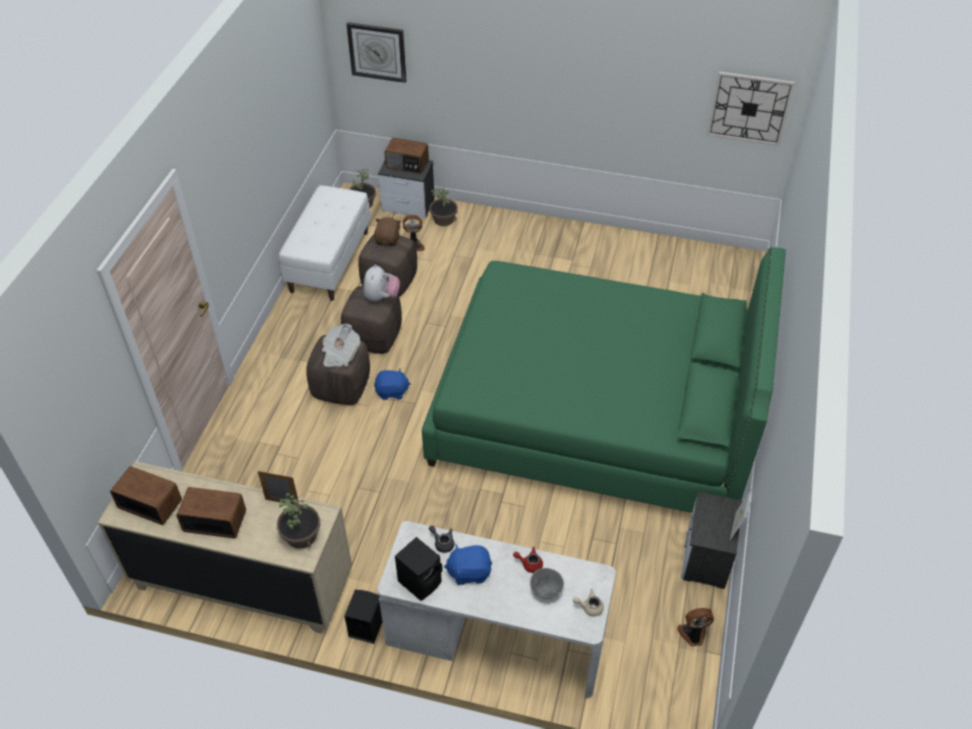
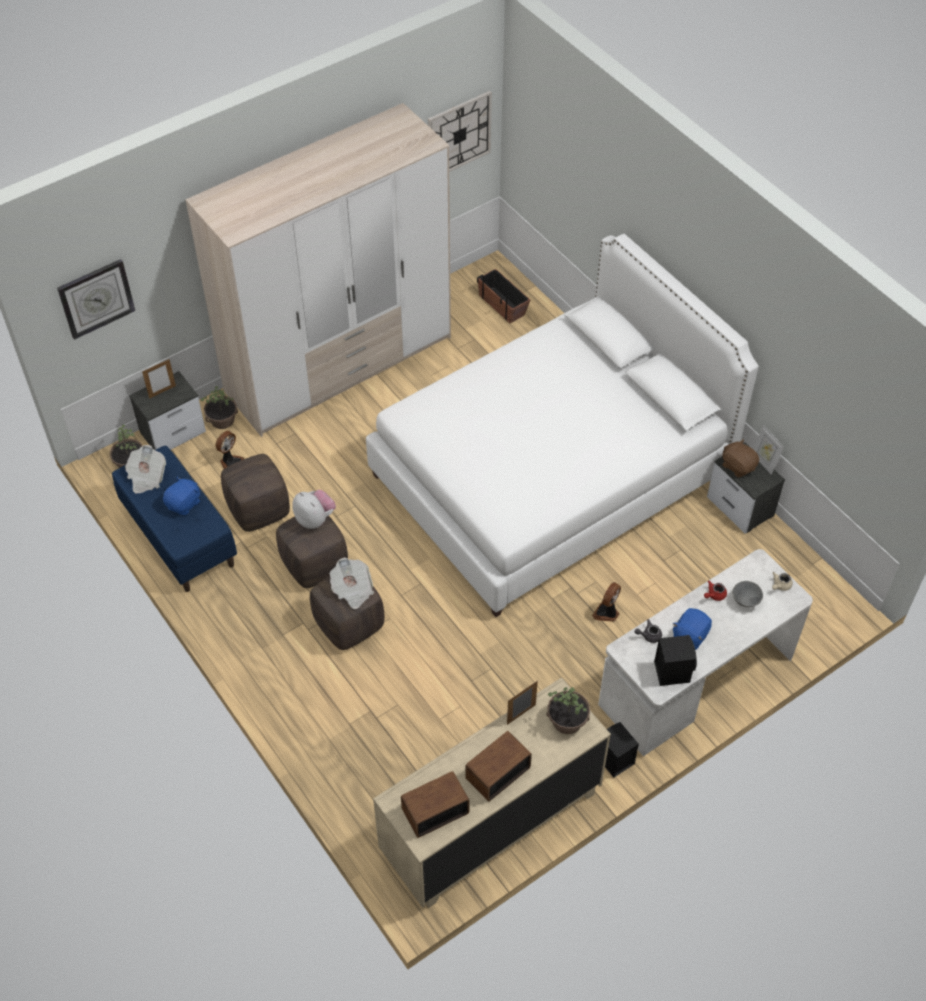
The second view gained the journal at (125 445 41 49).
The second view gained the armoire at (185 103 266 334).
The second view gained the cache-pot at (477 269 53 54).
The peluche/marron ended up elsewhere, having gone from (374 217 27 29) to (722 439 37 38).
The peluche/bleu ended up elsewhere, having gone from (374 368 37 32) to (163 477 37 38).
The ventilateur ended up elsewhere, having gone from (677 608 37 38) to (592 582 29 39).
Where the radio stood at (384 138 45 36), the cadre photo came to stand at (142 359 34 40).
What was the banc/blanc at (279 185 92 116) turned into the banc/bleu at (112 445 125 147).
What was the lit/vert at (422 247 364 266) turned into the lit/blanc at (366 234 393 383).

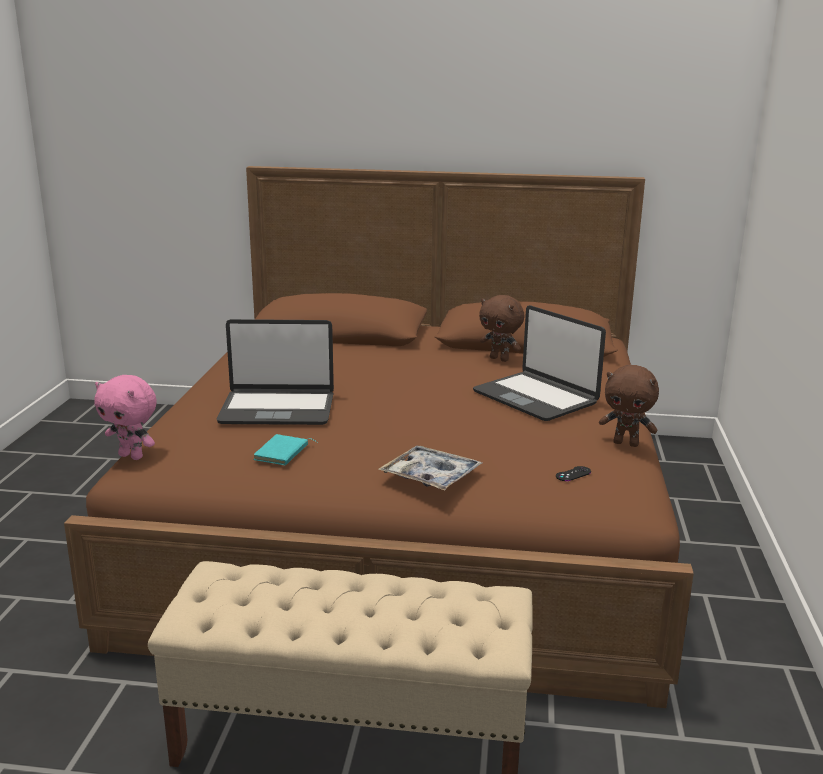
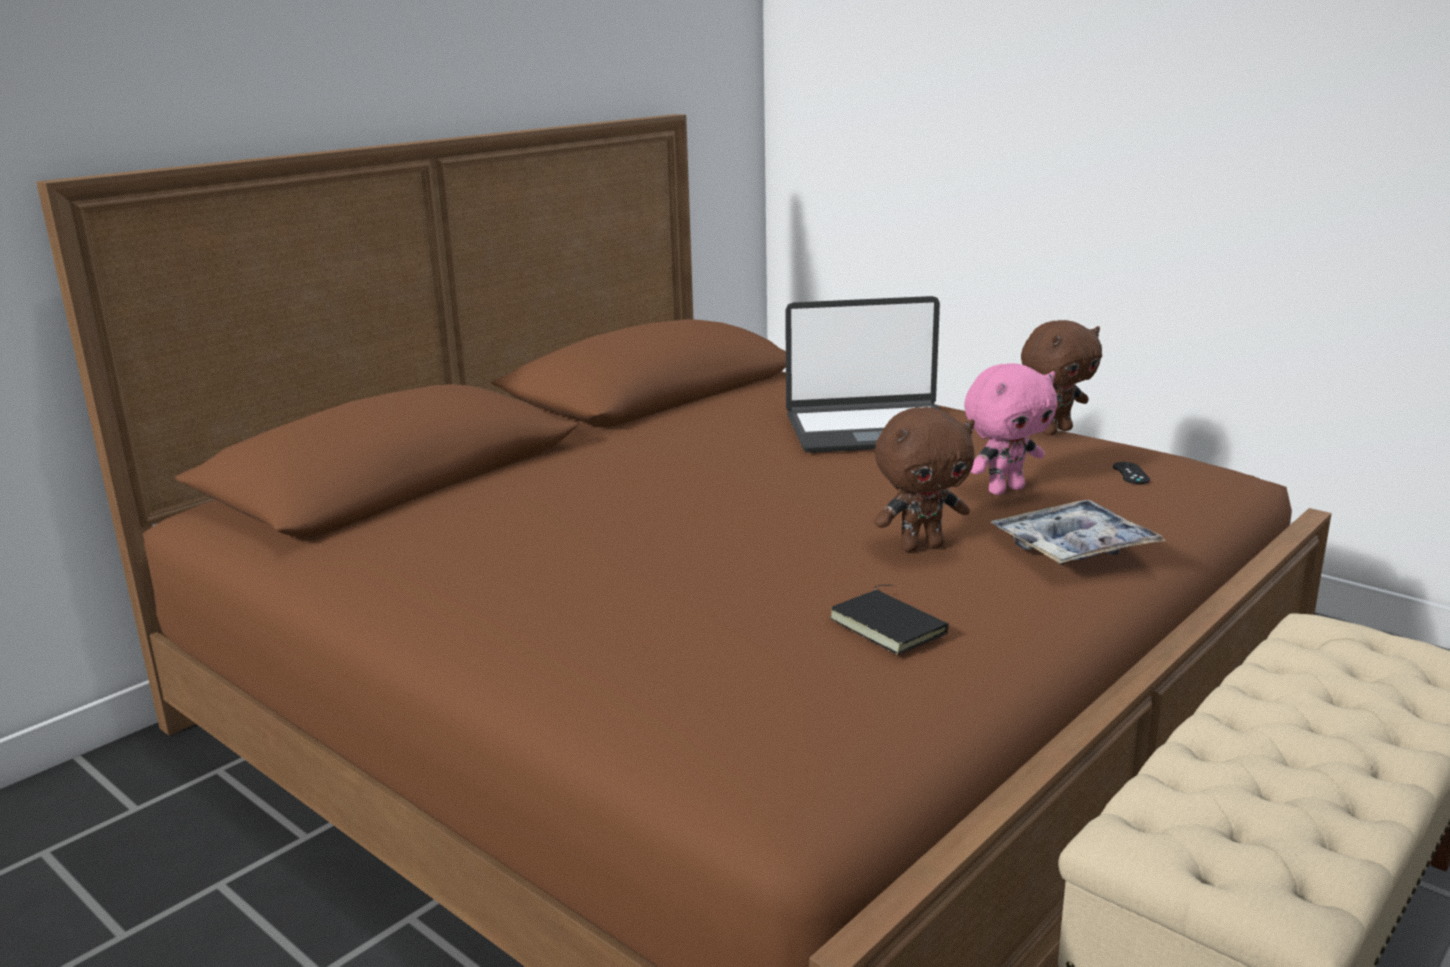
The second view lost the ordinateur portable at (217 319 117 106).
The peluche/rose ended up elsewhere, having gone from (94 375 63 85) to (964 363 93 132).
The peluche/marron ended up elsewhere, having gone from (479 295 45 67) to (874 407 101 145).
What was the livre/turquoise at (253 434 65 32) turned into the livre/noir at (829 585 120 70).

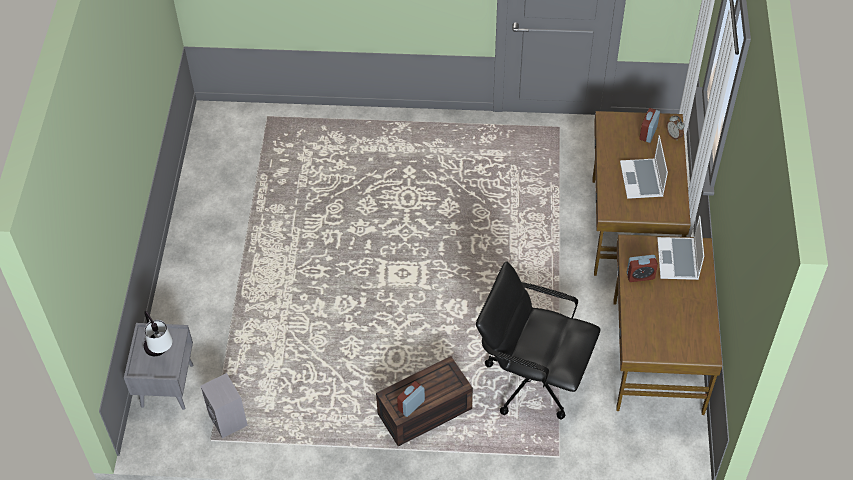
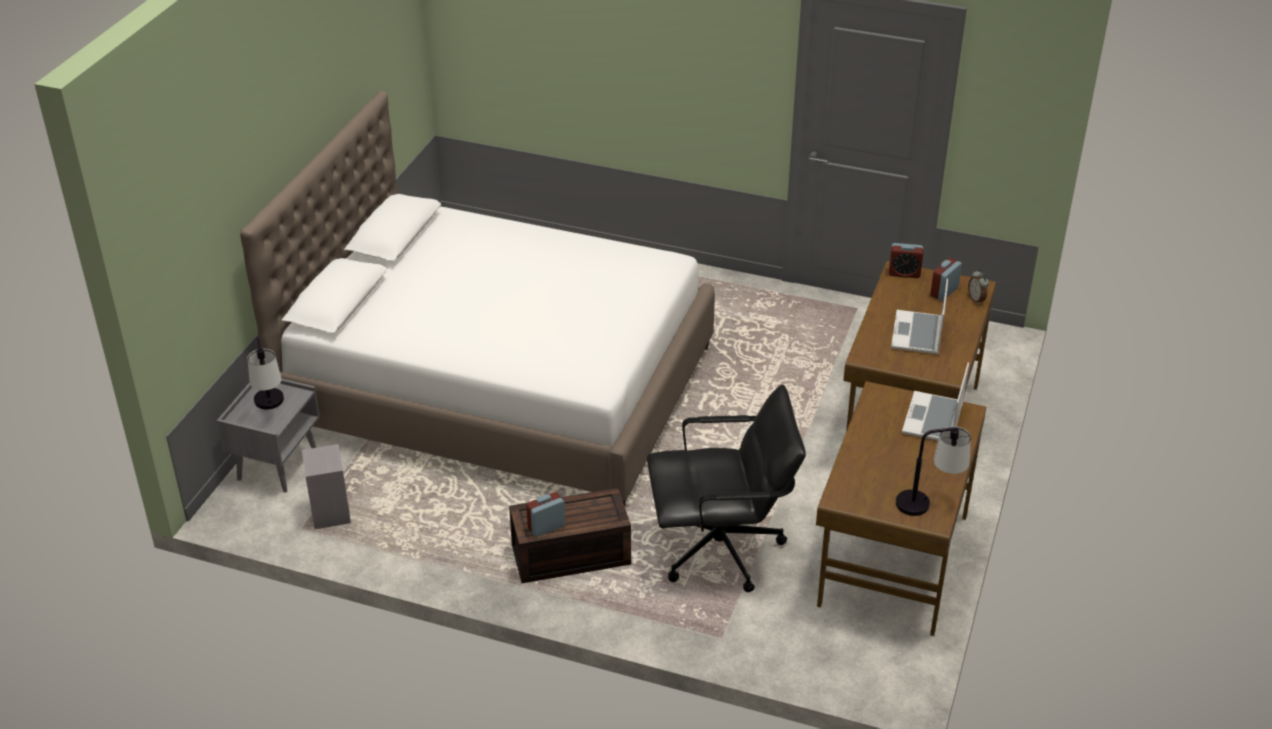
The second view gained the lit/blanc at (240 91 475 415).
The second view gained the lampe de table at (896 426 75 90).
The réveil ended up elsewhere, having gone from (627 255 31 27) to (889 243 34 35).
The chaise de bureau/noir at (476 262 124 158) ended up facing another way, 135 degrees clockwise from before.

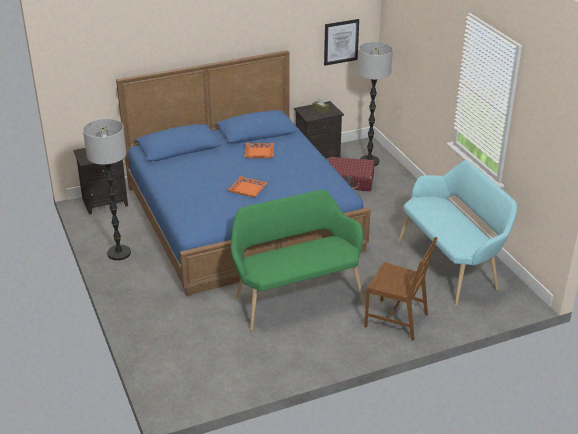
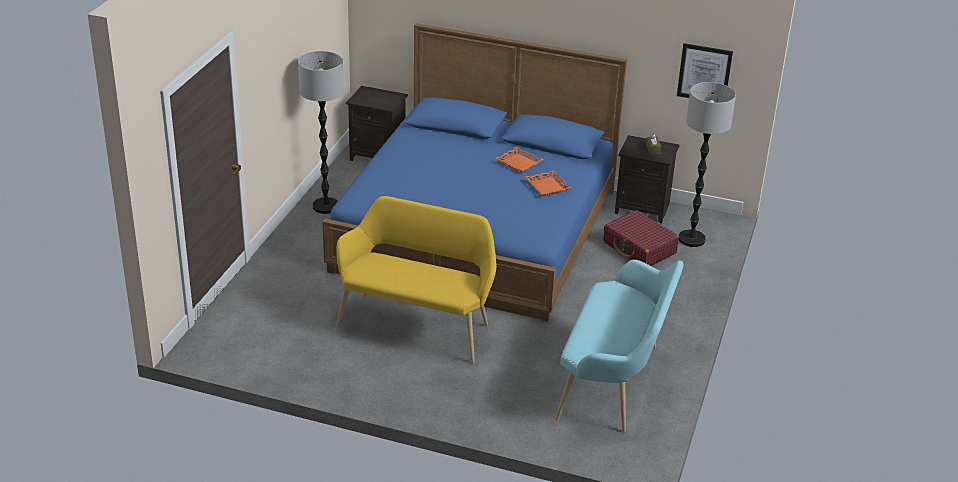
The second view lost the chaise/marron at (364 237 74 104).
The plateau/orange ended up elsewhere, having gone from (228 176 40 21) to (525 170 46 26).
What was the banc/vert at (231 190 133 141) turned into the banc/jaune at (335 196 161 167).

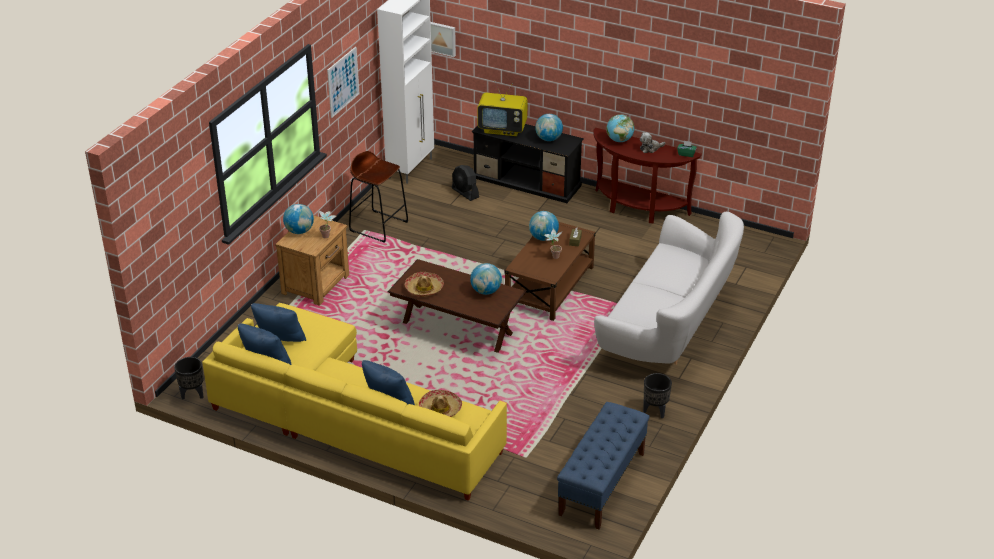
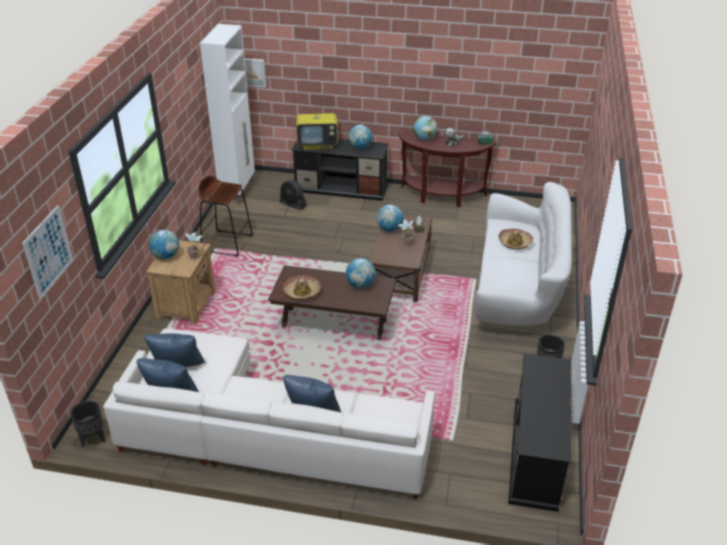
The tableau ended up elsewhere, having gone from (327 47 33 71) to (22 205 51 95).
The chapeau ended up elsewhere, having gone from (419 390 43 27) to (498 229 35 20).
Where the banc/bleu stood at (557 402 93 128), the meuble télé/noir came to stand at (508 354 63 158).
What was the canapé/jaune at (202 303 305 198) turned into the canapé/blanc at (103 329 332 171).

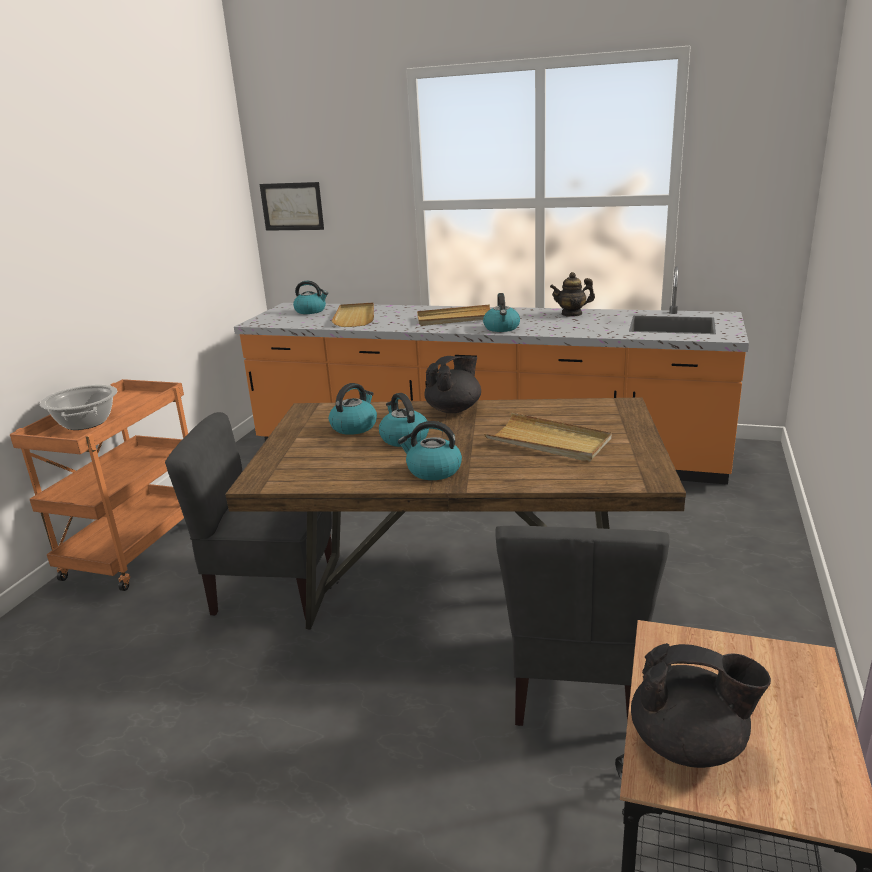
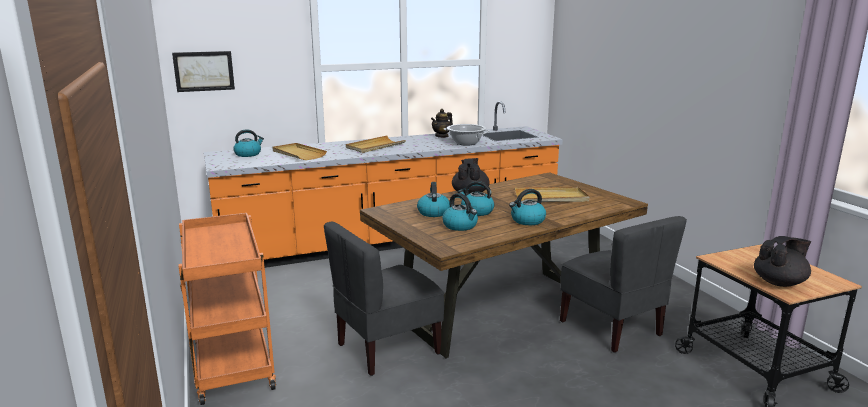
The marmite ended up elsewhere, having gone from (40 385 77 45) to (443 124 47 21).
The bouilloire ended up elsewhere, having gone from (483 293 37 39) to (442 193 36 38).

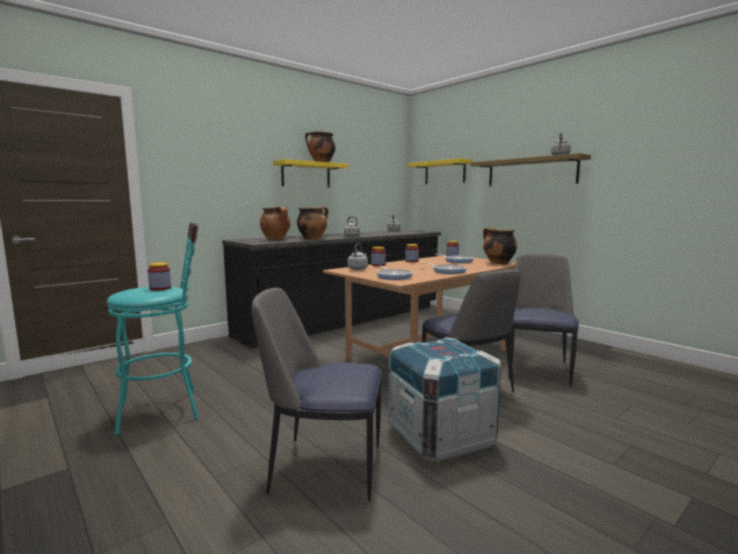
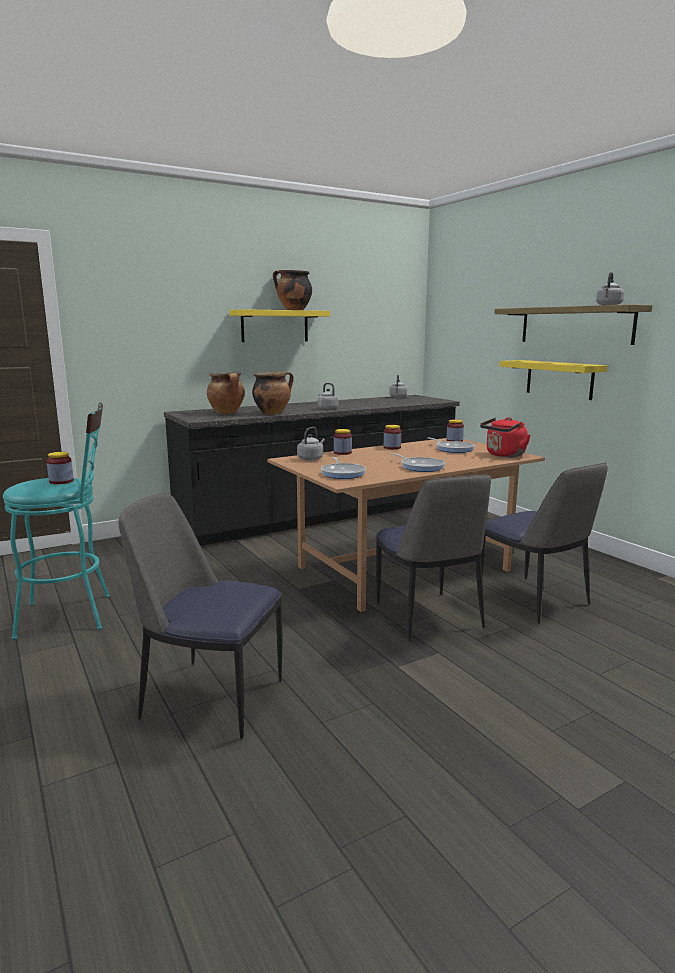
The second view lost the caisse at (389 337 112 125).
The étagère/jaune ended up elsewhere, having gone from (408 158 64 26) to (499 360 108 40).
Where the marmite stood at (483 227 34 37), the bouilloire/rouge came to stand at (480 417 51 40).
The chaise at (509 254 70 132) ended up facing another way, 120 degrees clockwise from before.

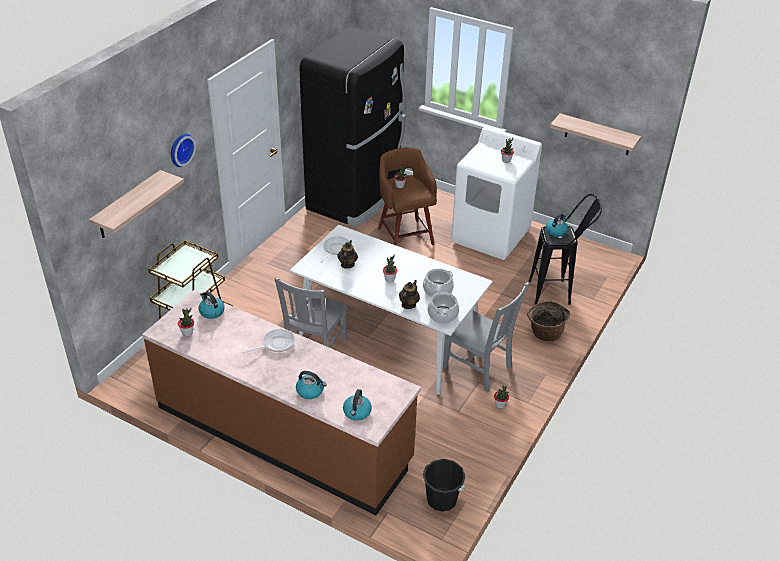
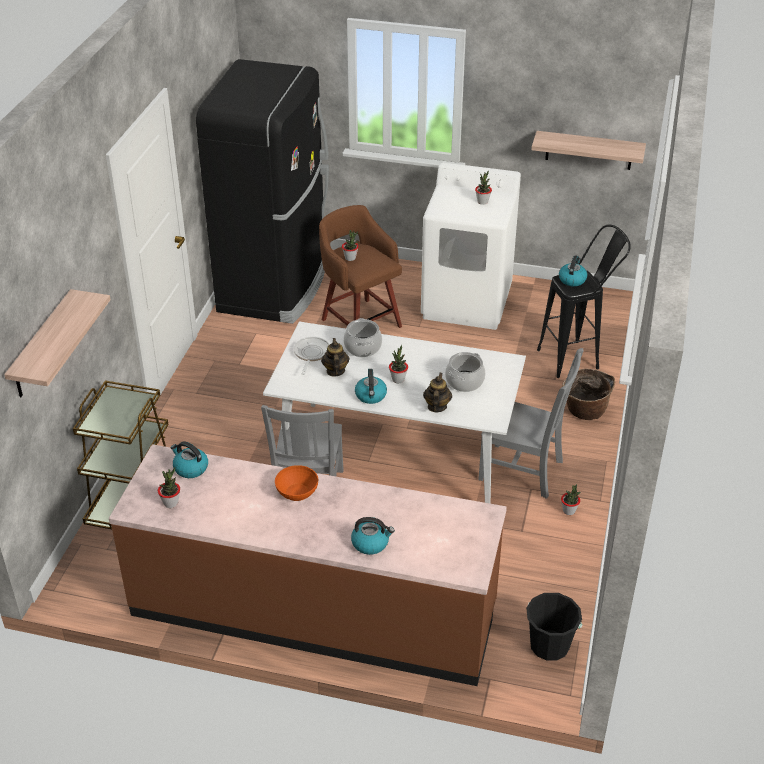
The second view lost the horloge murale at (171 134 25 33).
The bouilloire ended up elsewhere, having gone from (343 389 29 32) to (355 369 32 35).
The marmite ended up elsewhere, having gone from (428 291 31 33) to (344 318 38 39).
Where the poêle stood at (243 329 52 24), the bol/orange came to stand at (275 465 43 36).

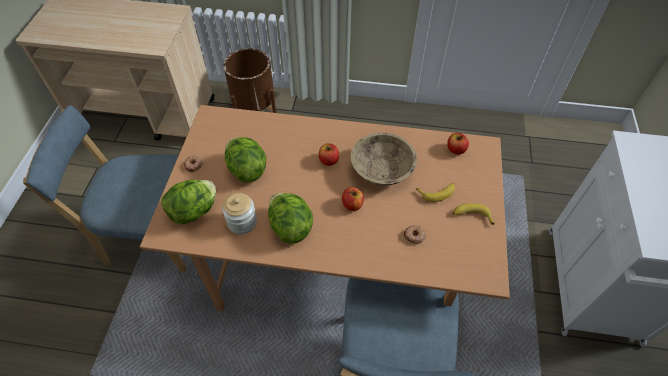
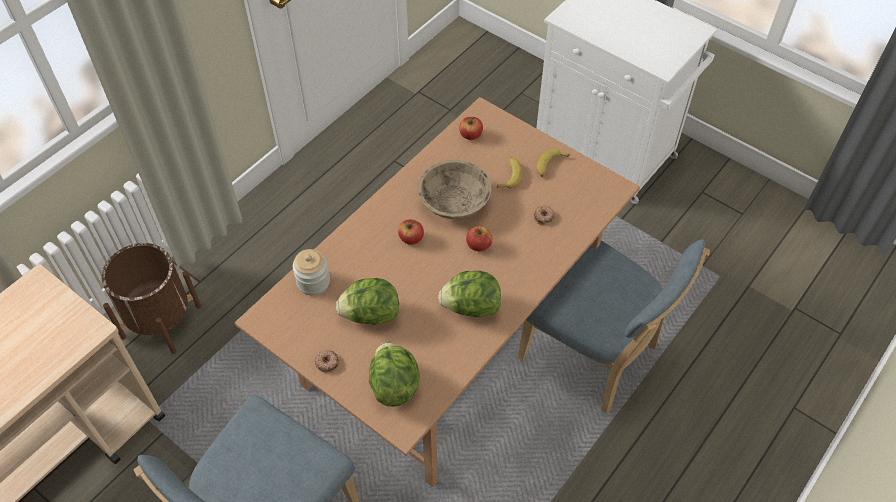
The bocal ended up elsewhere, having gone from (222 193 35 41) to (293 249 37 46).

